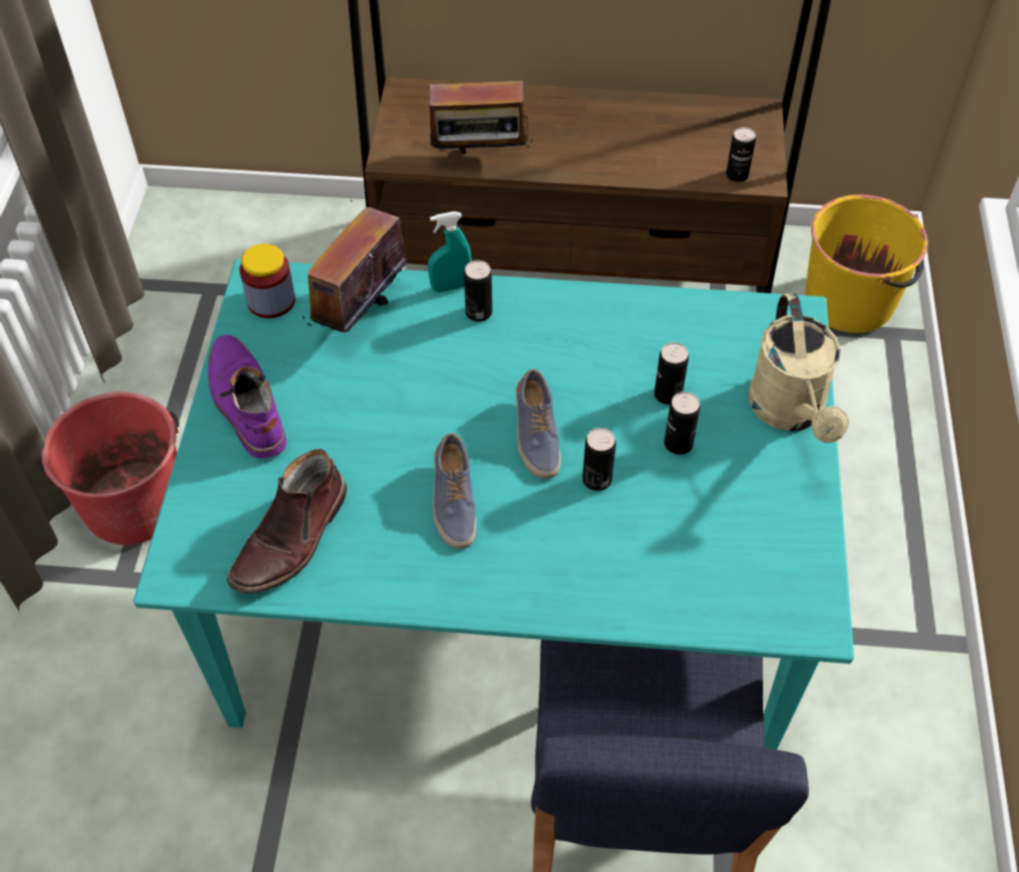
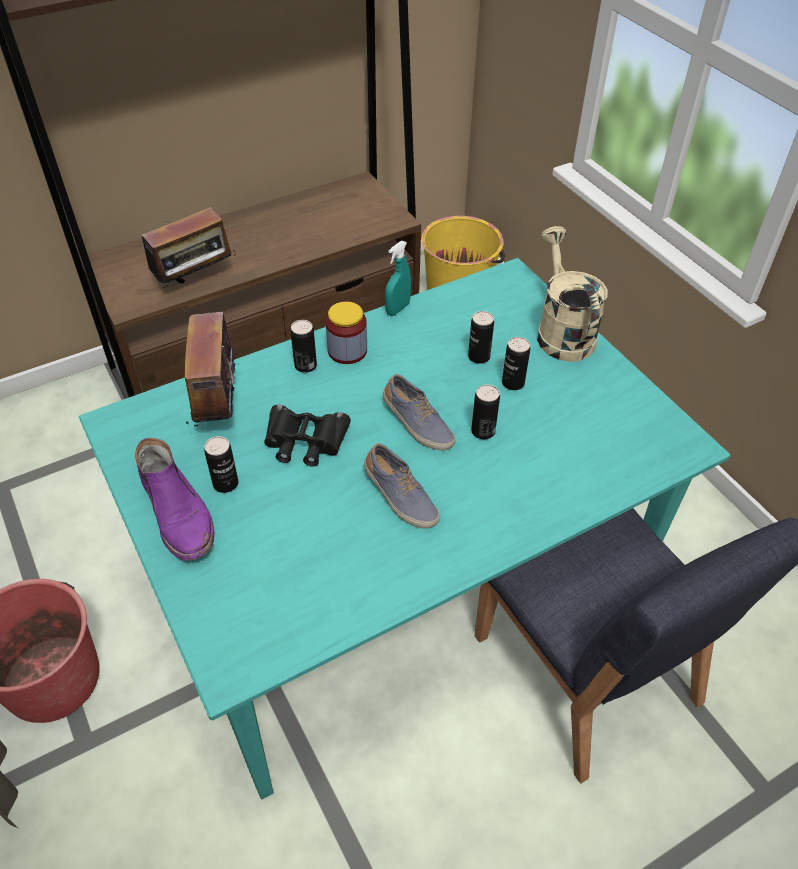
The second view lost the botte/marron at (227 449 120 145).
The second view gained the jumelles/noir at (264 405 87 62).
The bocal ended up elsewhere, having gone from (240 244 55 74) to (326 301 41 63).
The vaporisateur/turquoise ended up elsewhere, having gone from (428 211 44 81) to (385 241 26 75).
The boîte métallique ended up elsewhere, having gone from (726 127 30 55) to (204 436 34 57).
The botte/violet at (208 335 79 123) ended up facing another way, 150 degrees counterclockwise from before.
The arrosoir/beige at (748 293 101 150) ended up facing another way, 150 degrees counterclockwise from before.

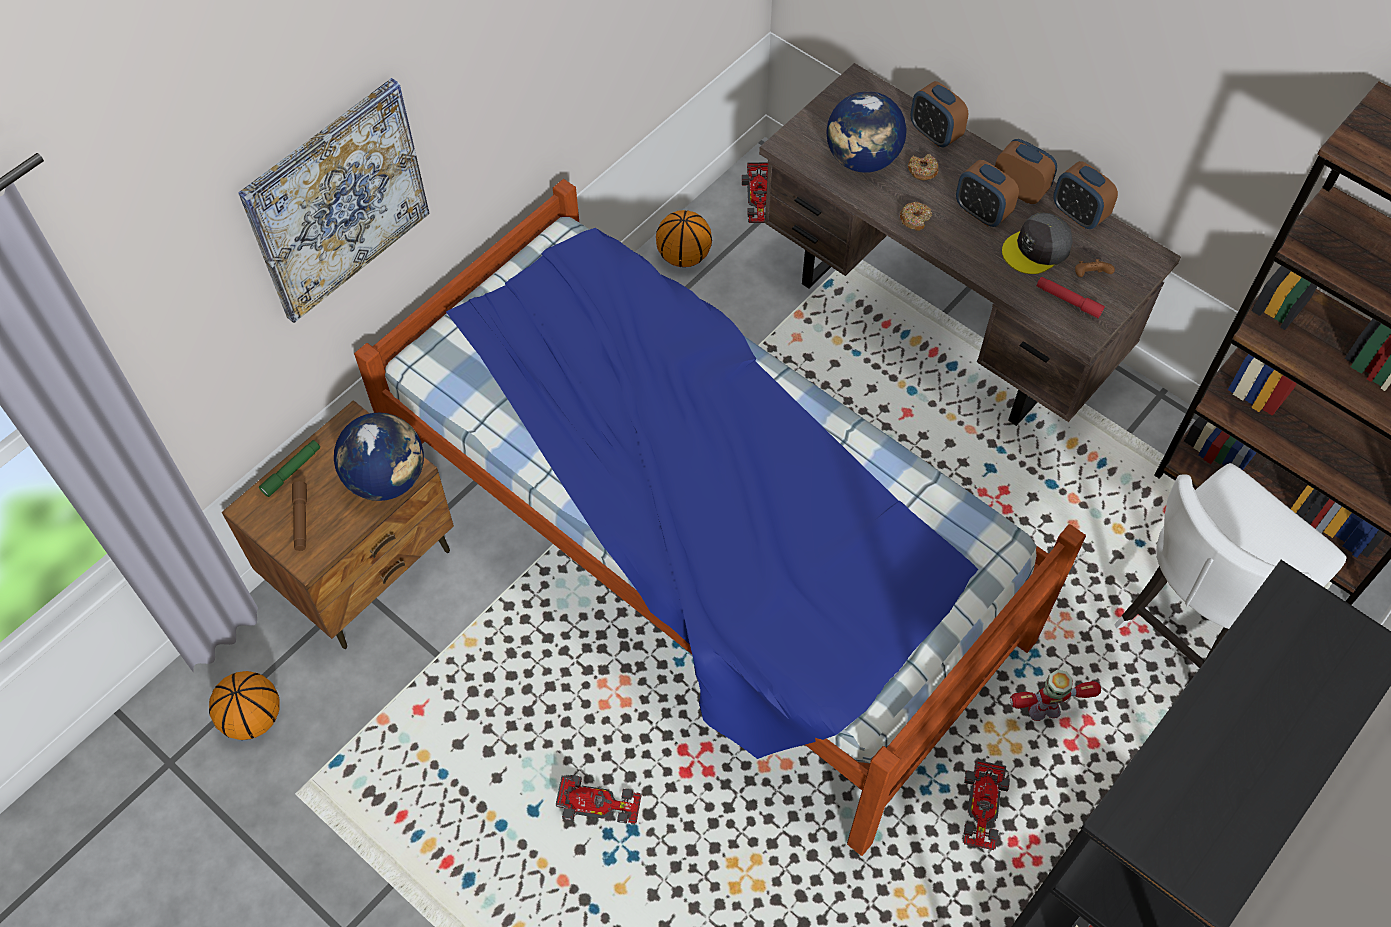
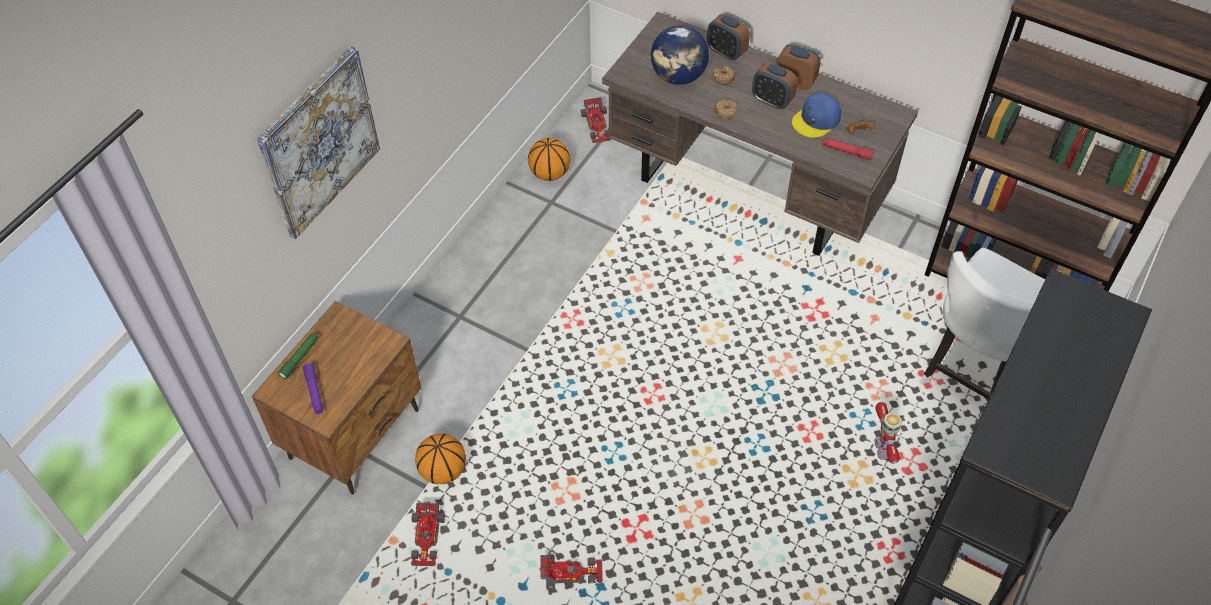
The second view lost the globe at (334 413 90 88).
The second view lost the lit at (354 179 732 677).
The second view lost the réveil at (1053 161 65 68).
The ballon de basket ended up elsewhere, having gone from (209 671 70 69) to (415 434 51 50).
The petite voiture ended up elsewhere, having gone from (963 760 47 90) to (411 503 34 63).
What was the lampe de poche/marron at (292 481 15 70) turned into the lampe de poche/violet at (303 363 20 51).
What was the casquette/gris at (1002 213 71 61) turned into the casquette/bleu at (792 93 49 45).
The robot jouet at (1010 670 91 51) ended up facing another way, 105 degrees clockwise from before.

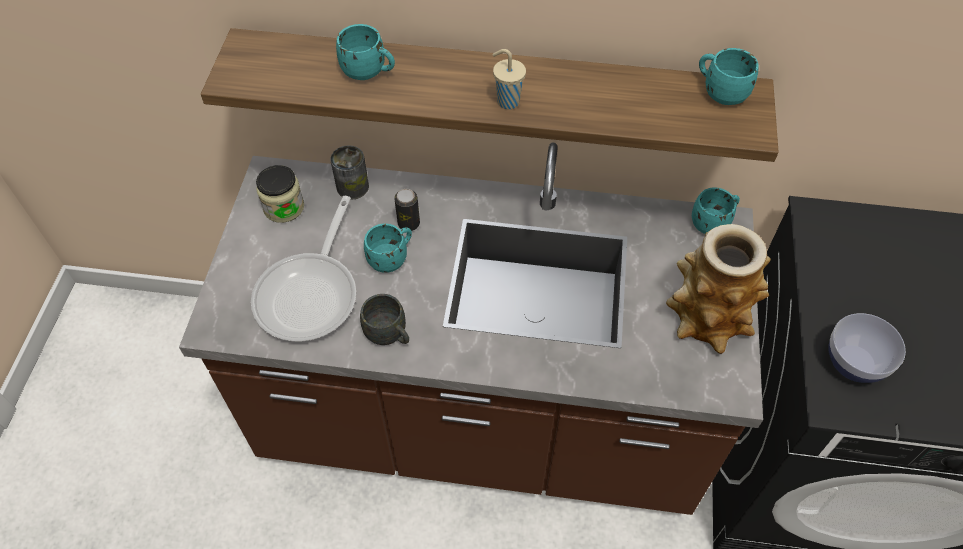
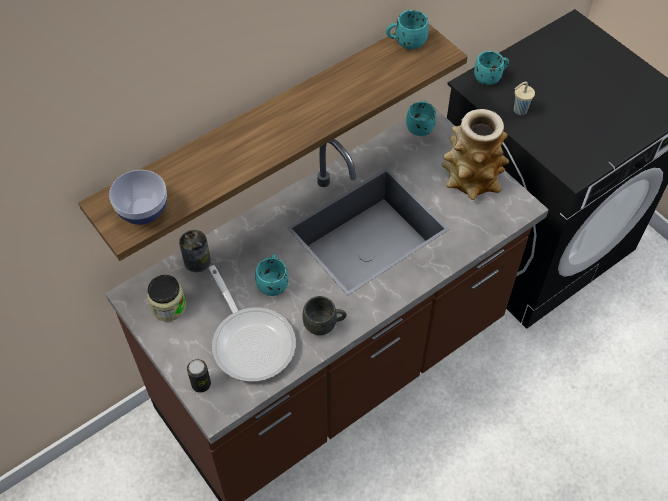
The mug/turquoise ended up elsewhere, having gone from (336 24 59 56) to (474 51 35 34).
The boîte métallique ended up elsewhere, having gone from (394 189 26 42) to (187 359 24 34).
The tasse/beige ended up elsewhere, having gone from (492 49 34 61) to (514 82 21 33).
The bol ended up elsewhere, having gone from (828 313 78 70) to (109 170 58 55).

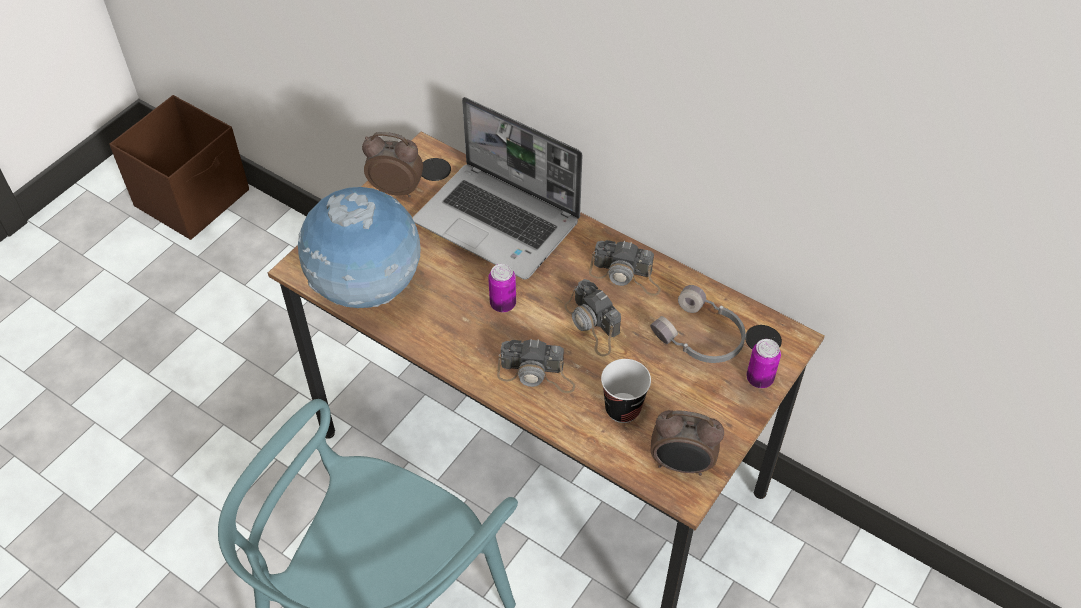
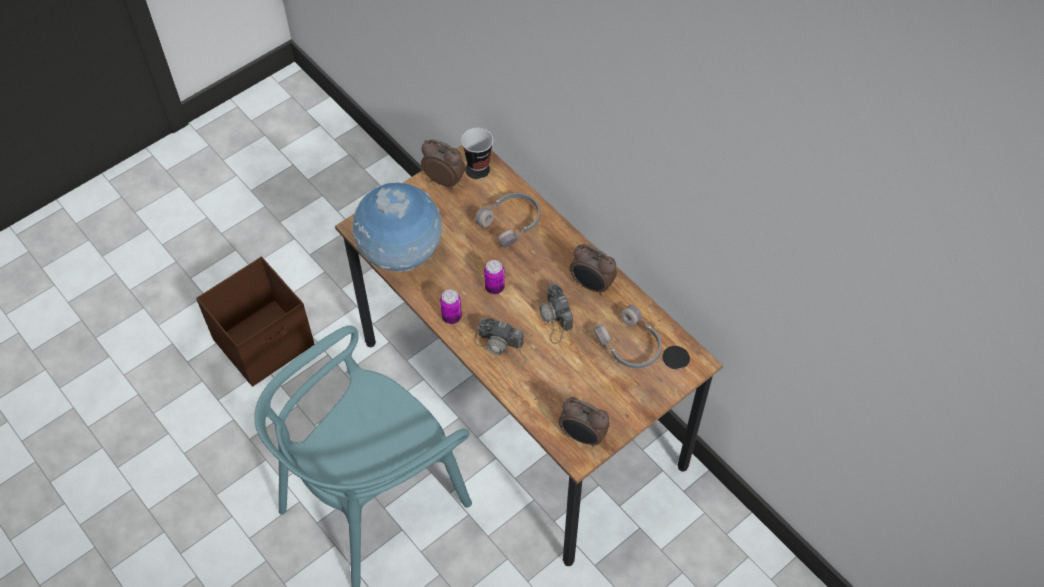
The boîte de rangement/marron ended up elsewhere, having gone from (109 95 140 145) to (196 257 118 129).
The tasse ended up elsewhere, having gone from (601 359 50 64) to (461 128 32 43).
The boîte métallique ended up elsewhere, having gone from (746 339 35 49) to (440 289 22 35).
Where the ordinateur portable stood at (413 97 170 183), the casque audio/gris came to stand at (475 193 65 55).
Where the appareil photo stood at (589 240 72 56), the réveil came to stand at (570 244 47 51).

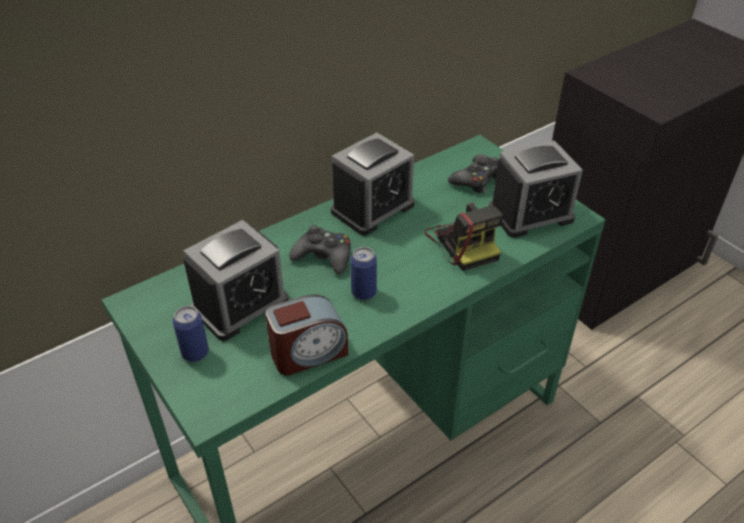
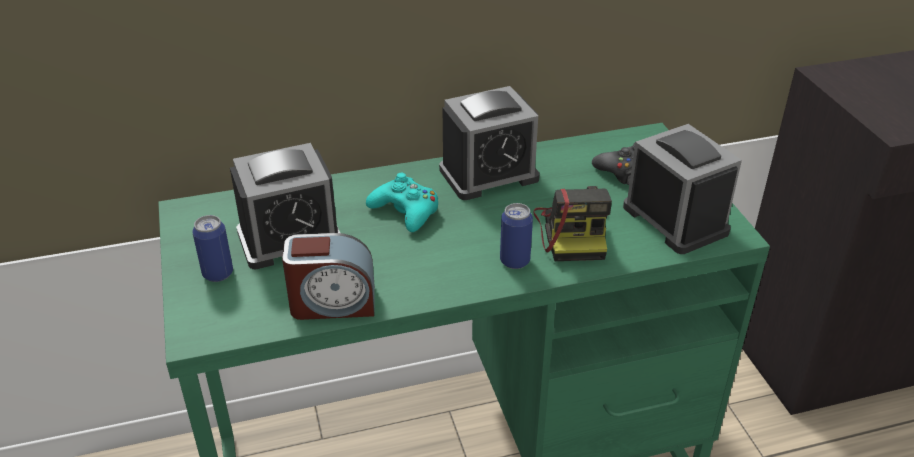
The boîte métallique ended up elsewhere, having gone from (350 247 27 53) to (500 203 33 66).
What was the manette/noir at (289 225 62 49) turned into the manette/turquoise at (366 173 72 59).
The réveil at (489 140 94 98) ended up facing another way, 120 degrees counterclockwise from before.

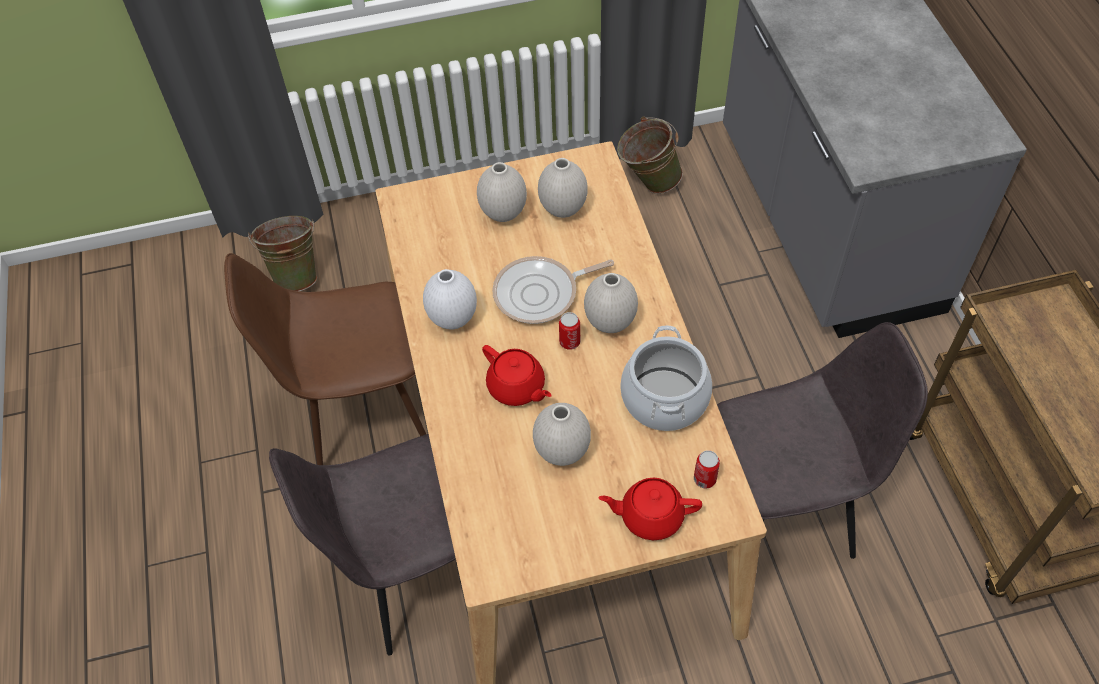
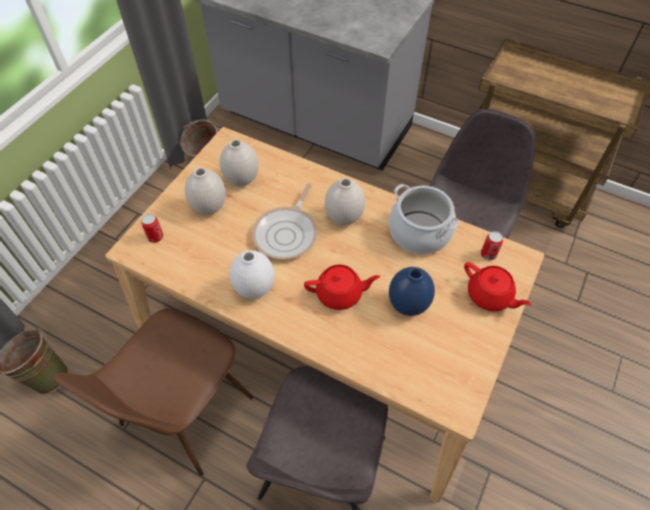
The boîte métallique ended up elsewhere, having gone from (559 312 21 38) to (141 214 22 29).
What was the vase/blanc at (533 403 58 63) turned into the vase/bleu at (389 267 46 49).
The théière/rouge at (599 478 103 62) ended up facing another way, 90 degrees counterclockwise from before.

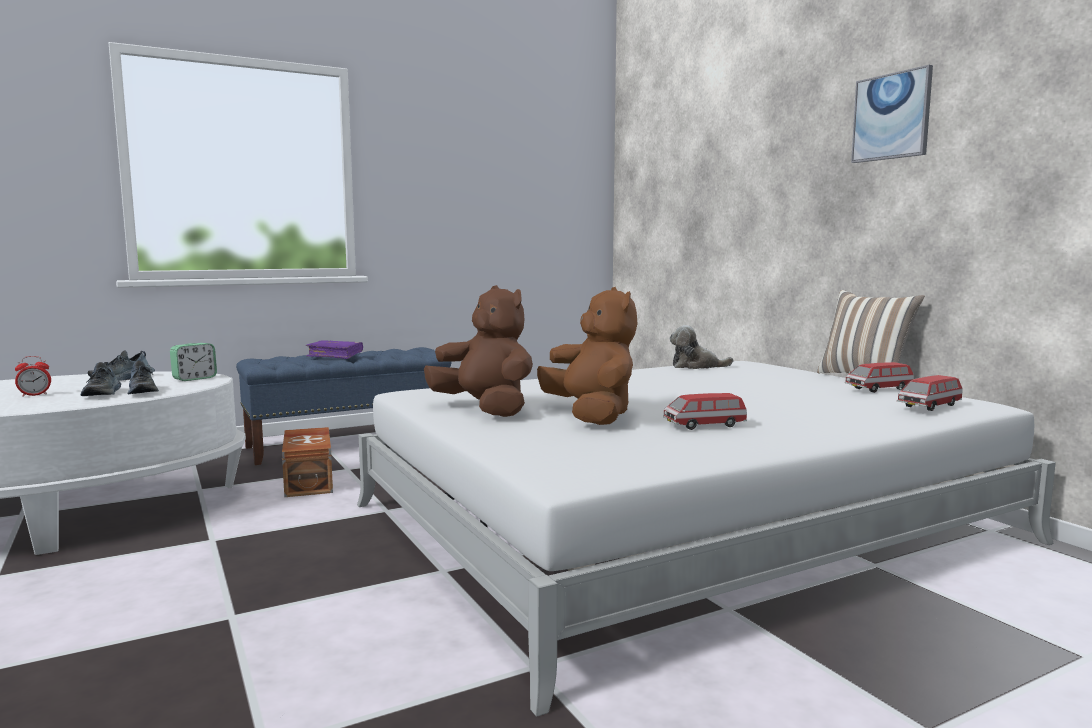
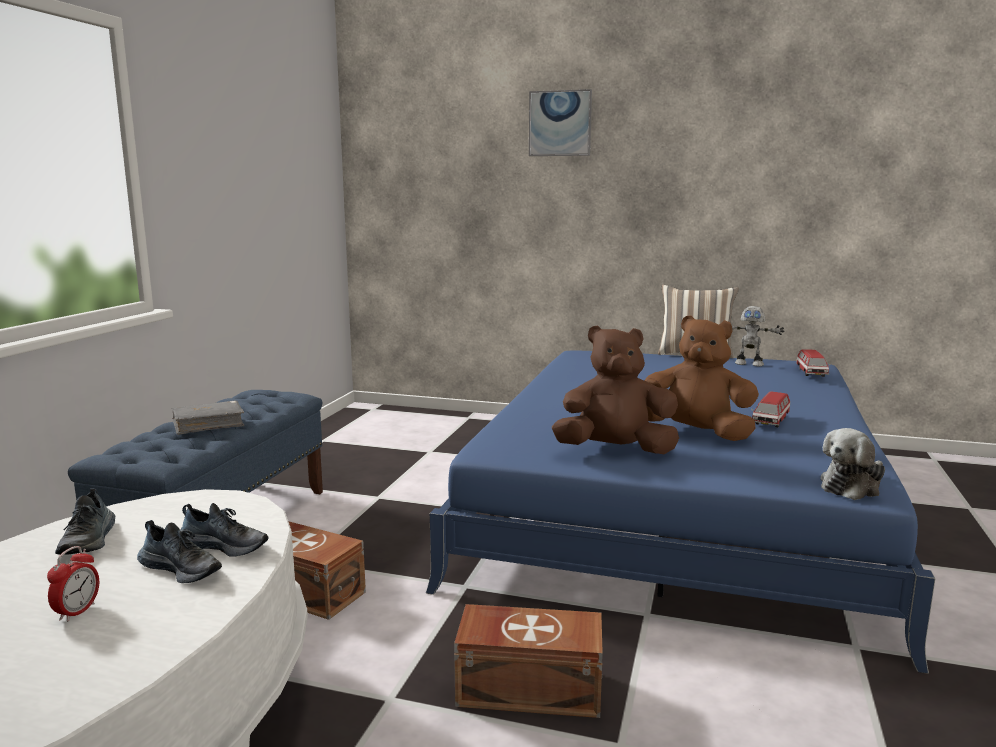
The second view lost the réveil at (170 343 47 38).
The second view gained the boîte de rangement/marron at (454 604 149 114).
The peluche ended up elsewhere, having gone from (669 325 64 44) to (820 428 65 72).
The tableau ended up elsewhere, having gone from (851 65 82 98) to (529 89 63 67).
Where the petite voiture stood at (845 362 69 31), the robot jouet came to stand at (732 306 53 60).
What was the livre/violet at (306 340 57 19) turned into the livre/gris at (172 400 72 35).
What was the lit/blanc at (357 361 699 356) turned into the lit/bleu at (426 351 509 323).

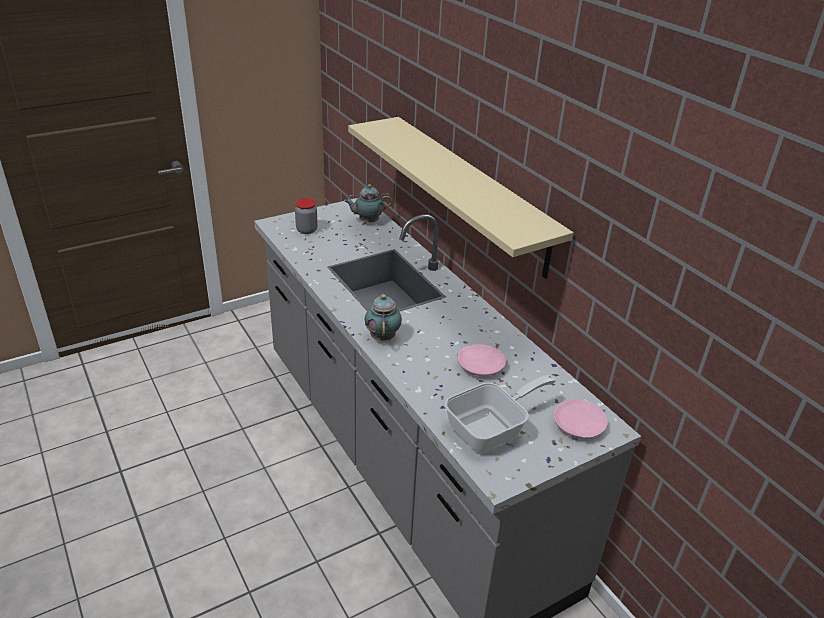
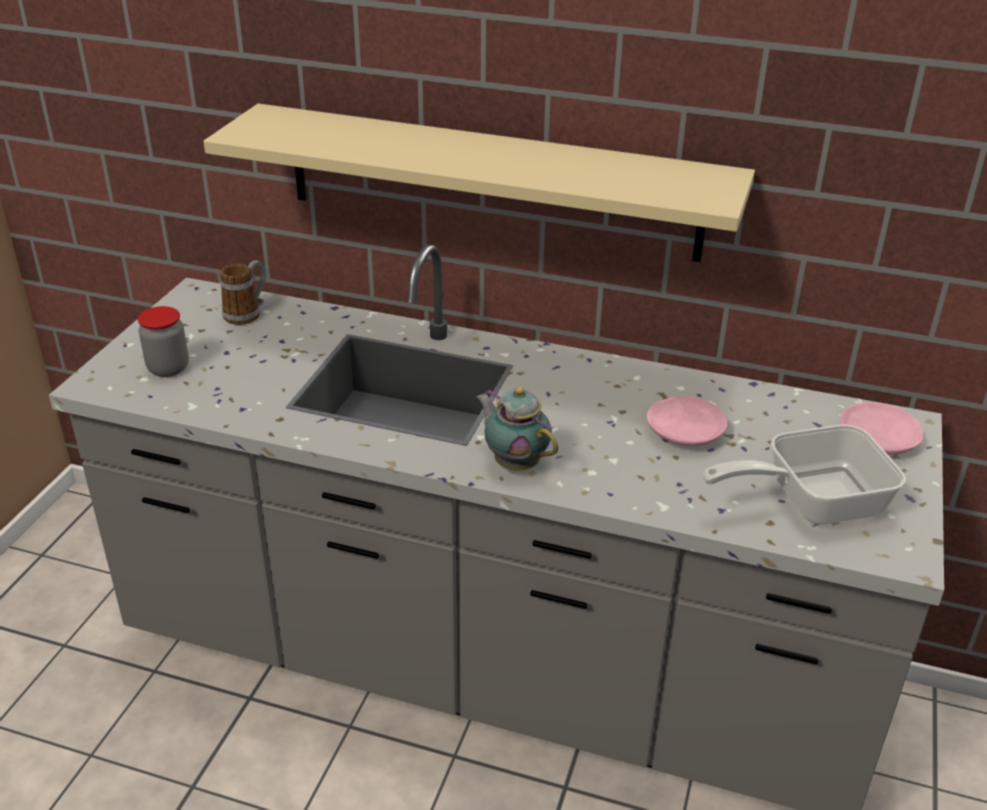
Where the théière stood at (344 184 48 38), the mug came to stand at (220 260 46 65).
The poêle at (445 375 111 77) ended up facing another way, 120 degrees counterclockwise from before.

